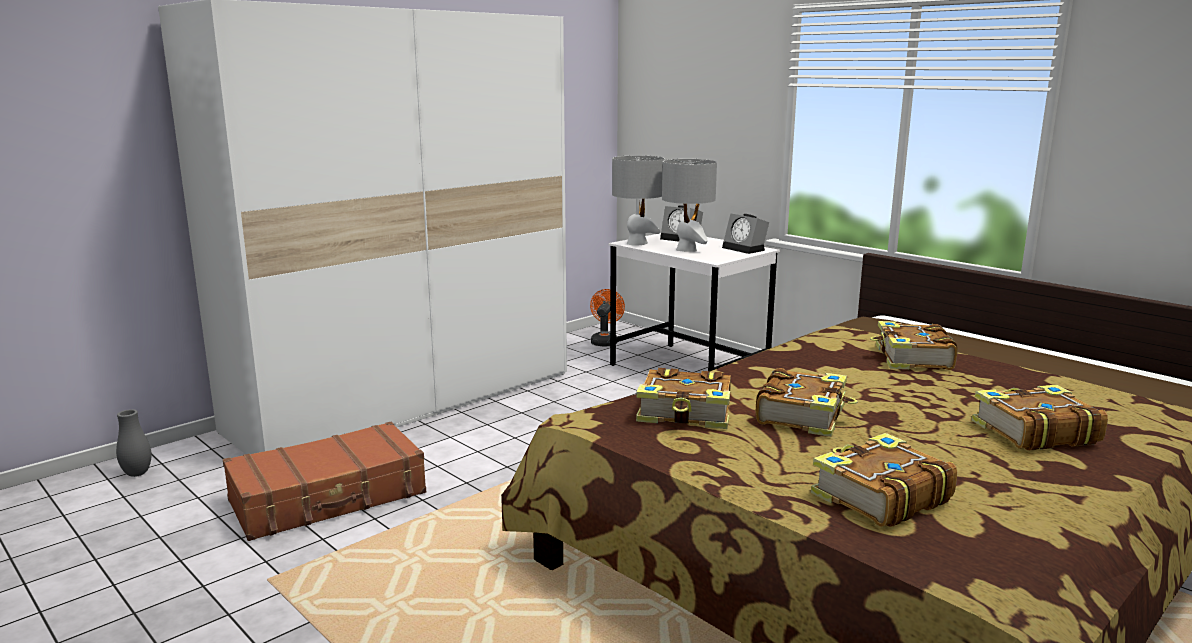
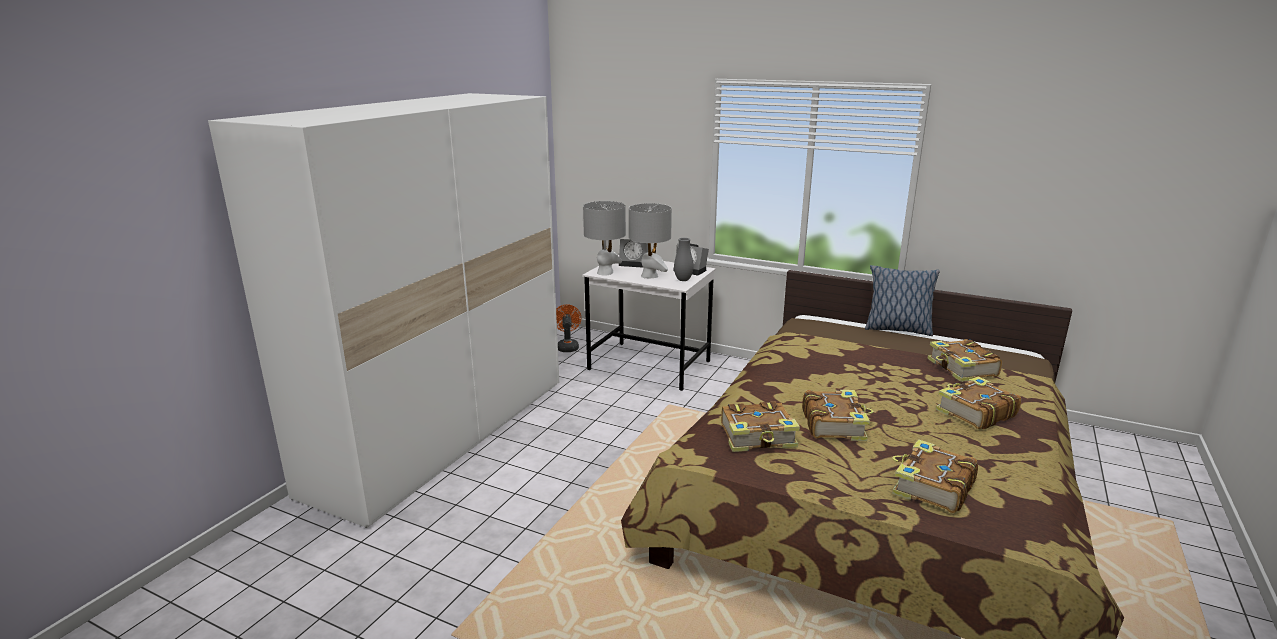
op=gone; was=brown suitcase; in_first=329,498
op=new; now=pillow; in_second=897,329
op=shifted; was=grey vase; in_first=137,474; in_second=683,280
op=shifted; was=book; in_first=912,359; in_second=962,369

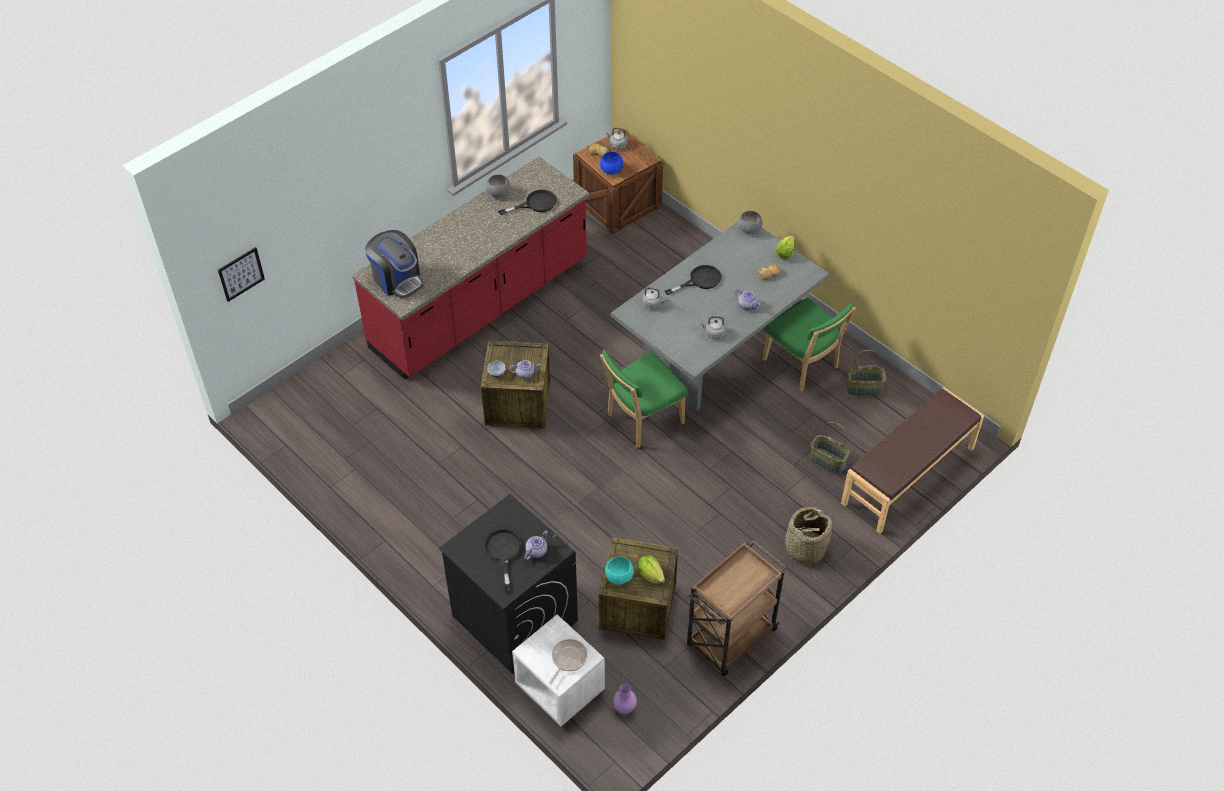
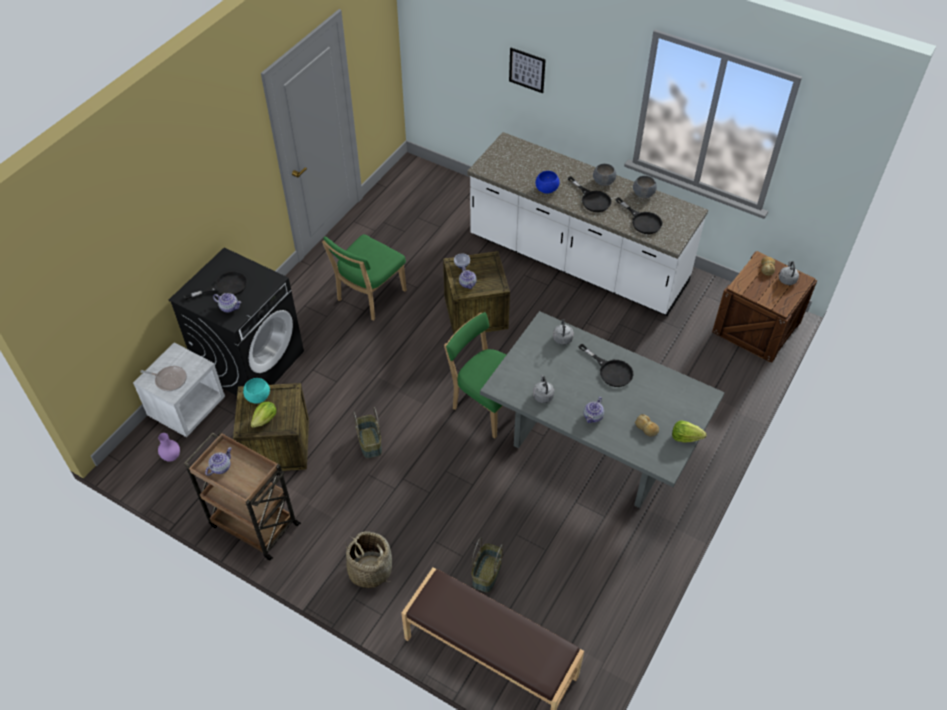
op=gone; was=coffee machine; in_first=397,279
op=new; now=teapot; in_second=221,467
op=new; now=black frying pan; in_second=592,199
op=shifted; was=picture; in_first=241,274; in_second=527,70
op=shifted; was=blue bowl; in_first=611,170; in_second=546,189
op=shifted; was=grey bowl; in_first=749,229; in_second=604,181
op=shifted; was=green chair; in_first=803,365; in_second=369,297
op=shifted; was=basket; in_first=864,387; in_second=370,443
op=repainted; was=red counter; now=white counter; in_first=481,306; in_second=577,261

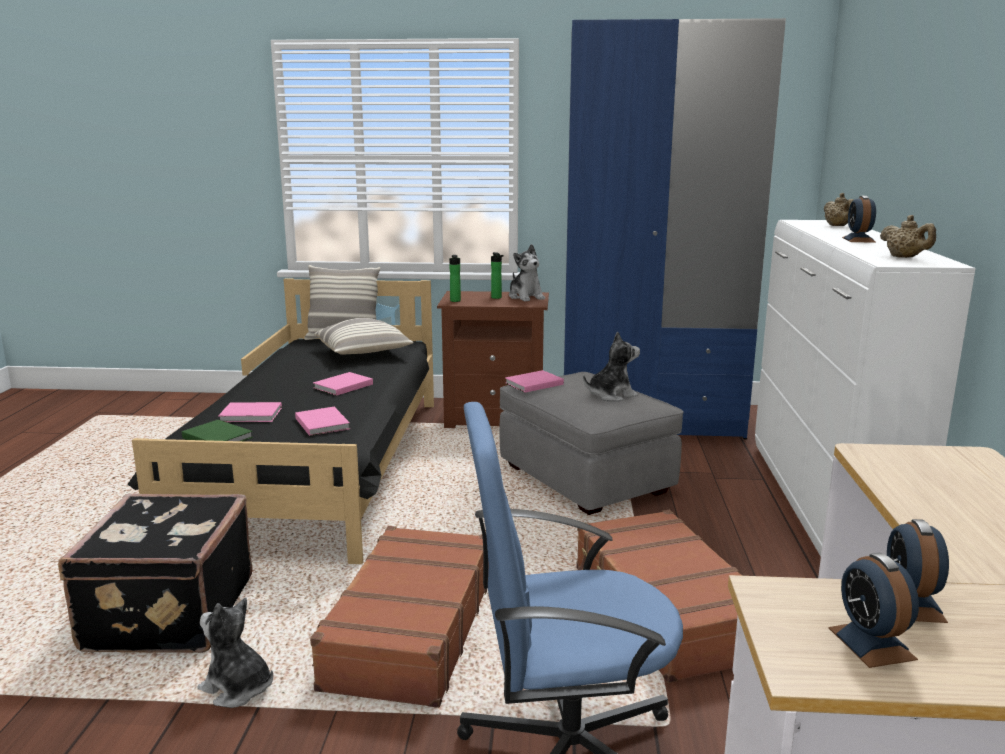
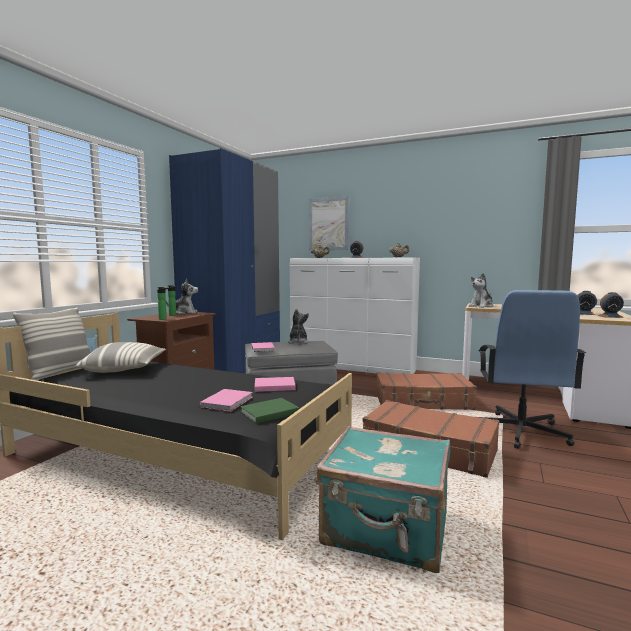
op=gone; was=pink book; in_first=341,386
op=new; now=picture; in_second=328,224
op=shifted; was=plush toy; in_first=237,688; in_second=481,306
op=repainted; was=black suitcase; now=turquoise suitcase; in_first=167,614; in_second=387,530

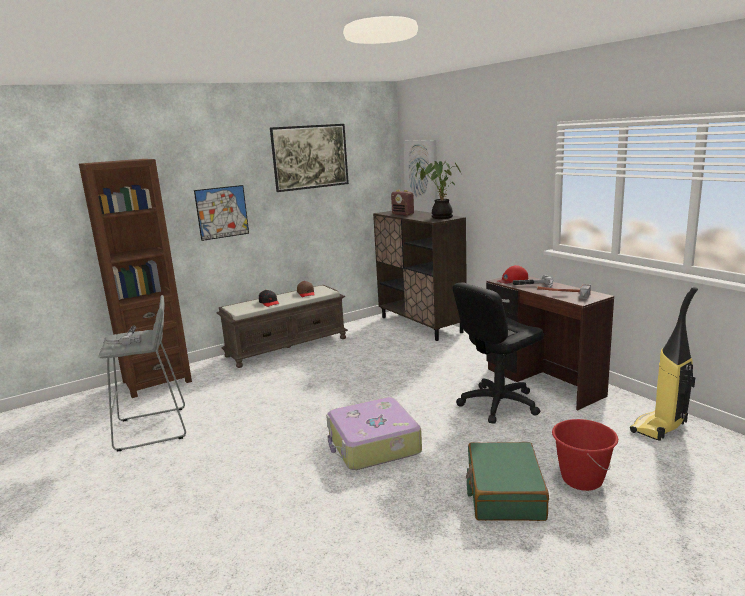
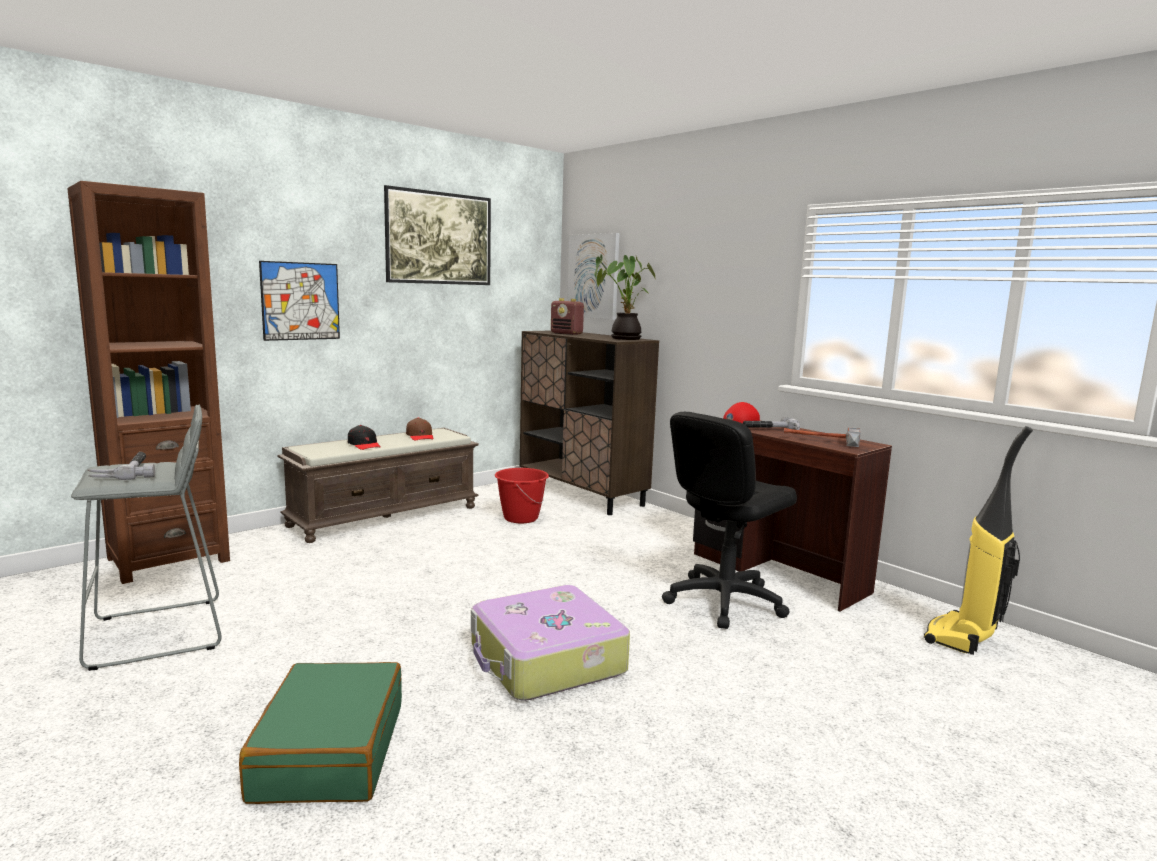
op=shifted; was=green suitcase; in_first=504,492; in_second=329,751
op=shifted; was=red bucket; in_first=581,479; in_second=520,518

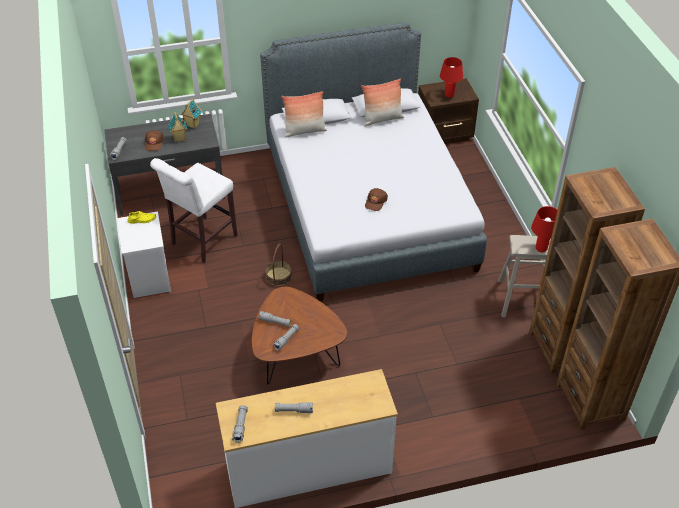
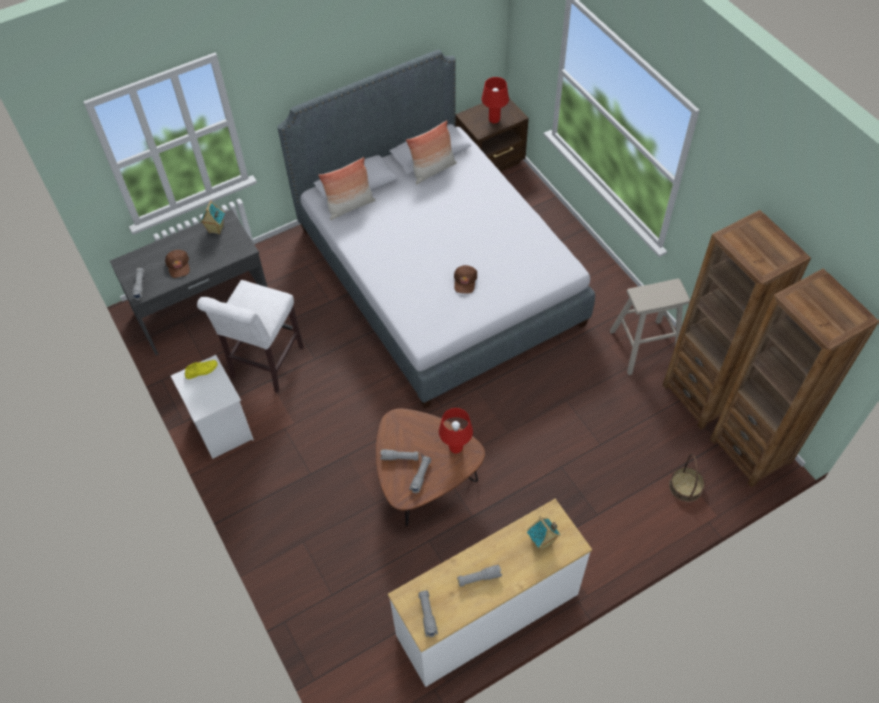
op=shifted; was=toy house; in_first=179,138; in_second=541,543
op=shifted; was=basket; in_first=278,276; in_second=685,487
op=shifted; was=red table lamp; in_first=541,249; in_second=456,448

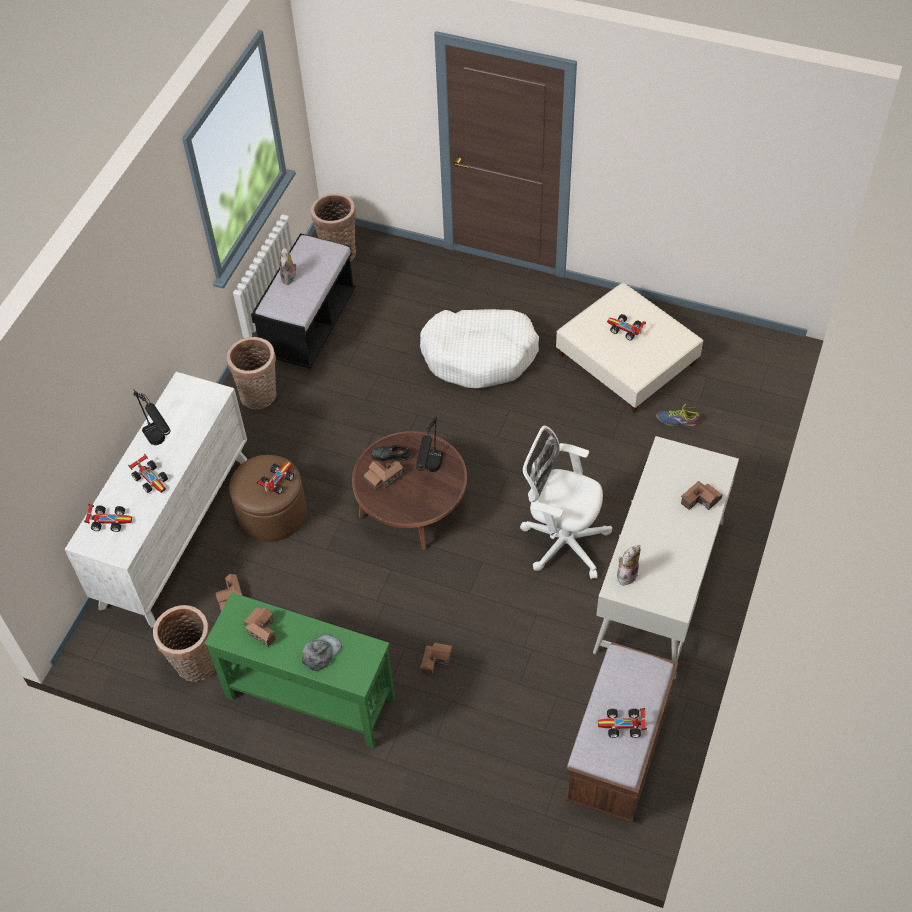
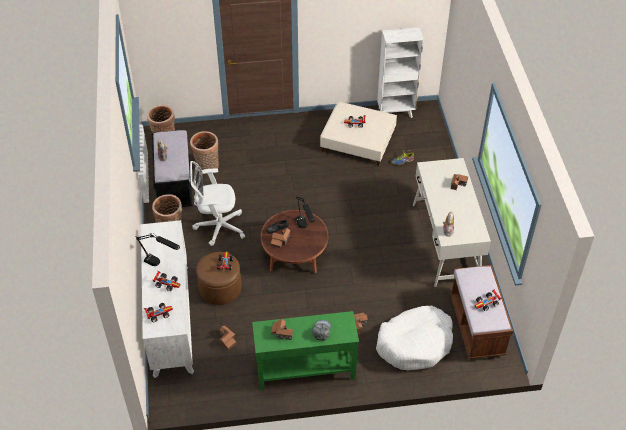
op=new; now=white bookcase; in_second=396,112
op=shifted; was=basket; in_first=194,665; in_second=207,168
op=shifted; was=white dog bed; in_first=479,355; in_second=415,343
op=shifted; was=white office chair; in_first=561,541; in_second=217,227

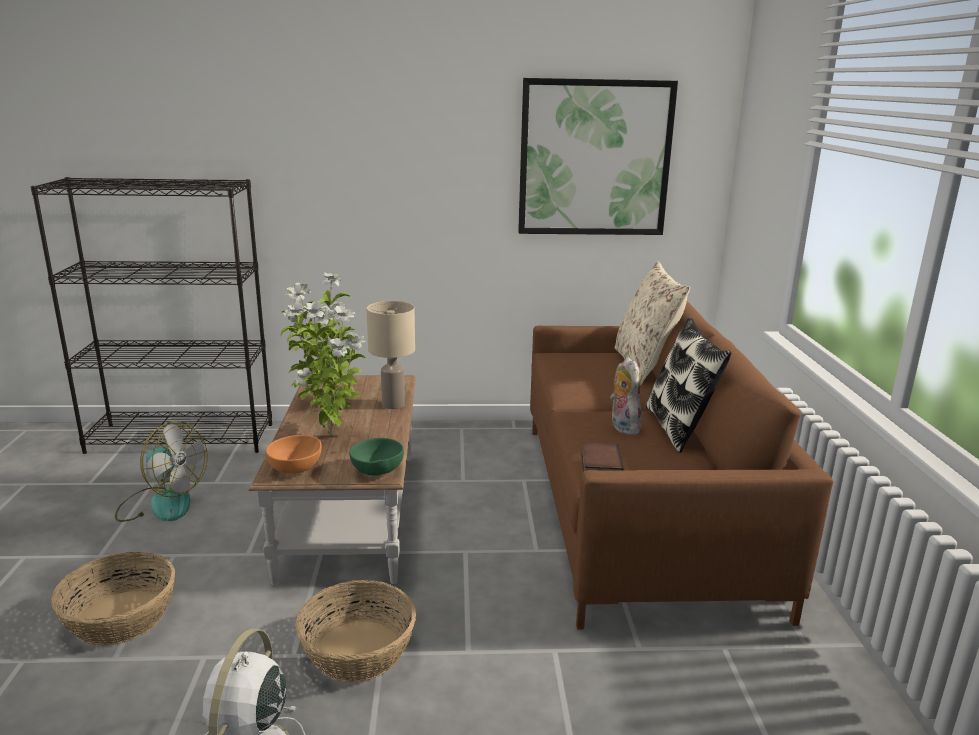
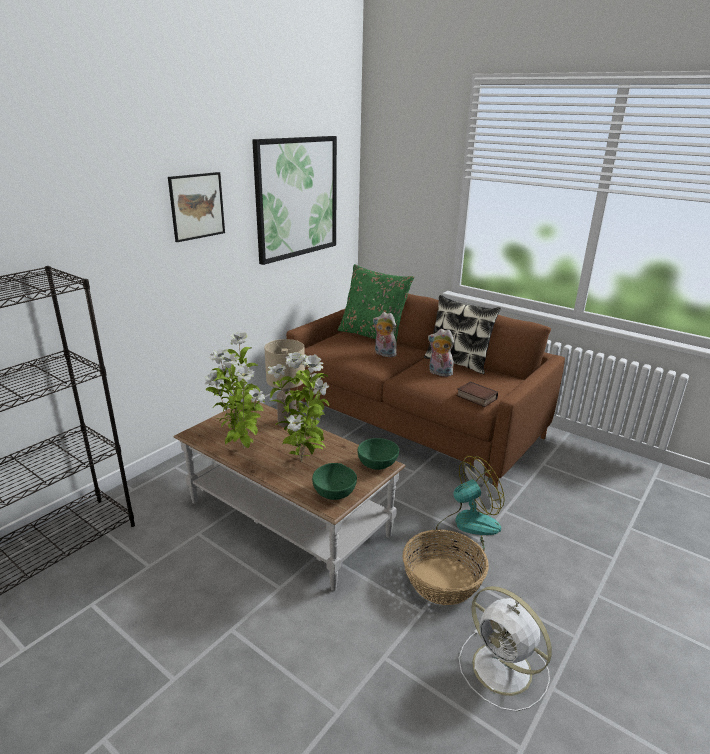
op=gone; was=basket; in_first=120,618
op=new; now=picture; in_second=197,206
op=new; now=plush toy; in_second=384,354
op=shifted; was=fan; in_first=162,503; in_second=467,527
op=repainted; was=orange bowl; now=green bowl; in_first=297,469; in_second=335,493
op=repainted; was=beige pillow; now=green pillow; in_first=644,366; in_second=373,335

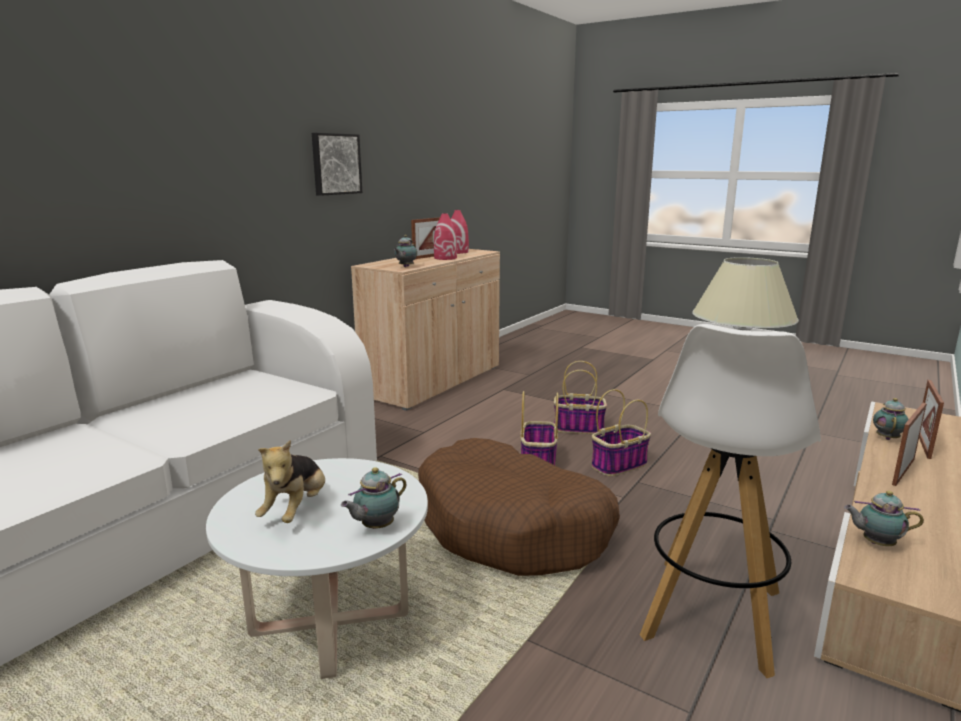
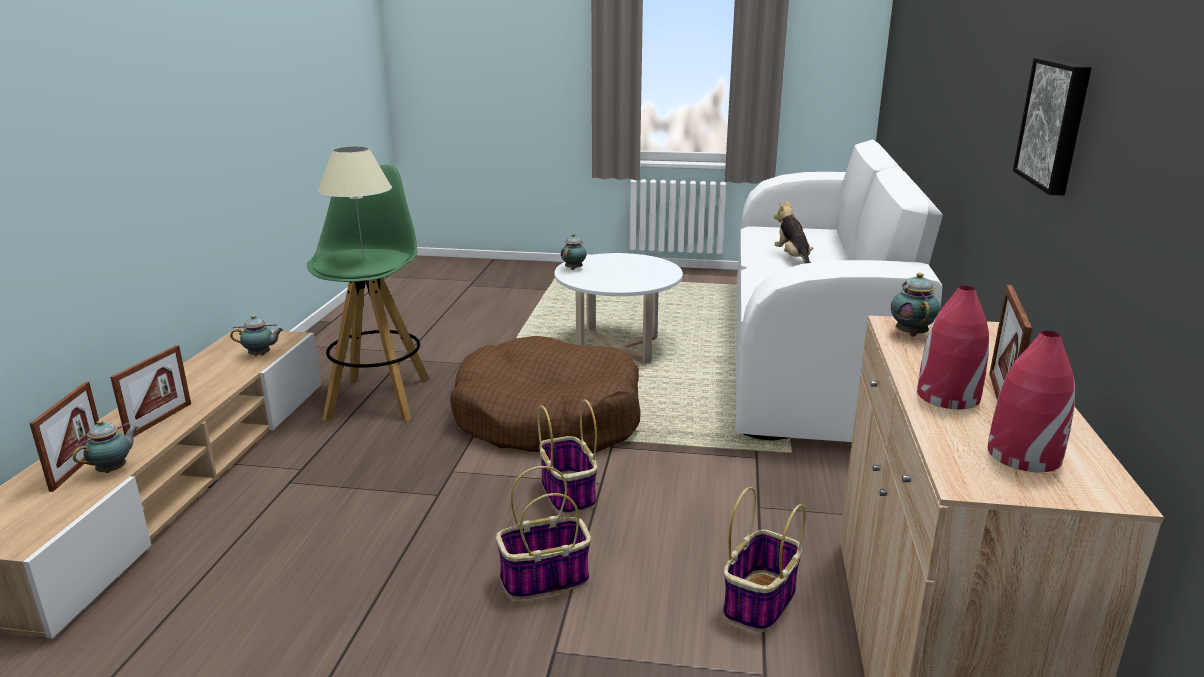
op=shifted; was=plush toy; in_first=296,510; in_second=793,259
op=shifted; was=basket; in_first=619,465; in_second=759,602
op=repainted; was=white stool; now=green stool; in_first=711,615; in_second=379,397
op=rotated; was=teapot; in_first=887,438; in_second=114,469; clockwise=-150

